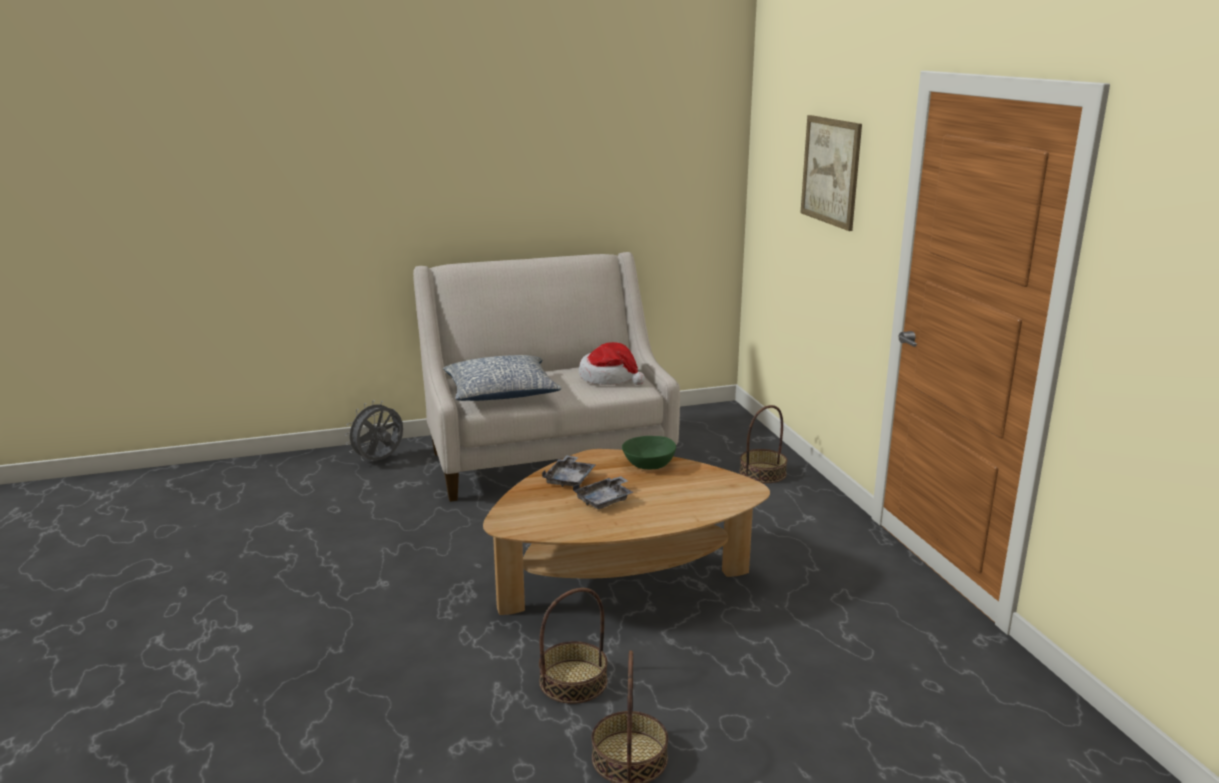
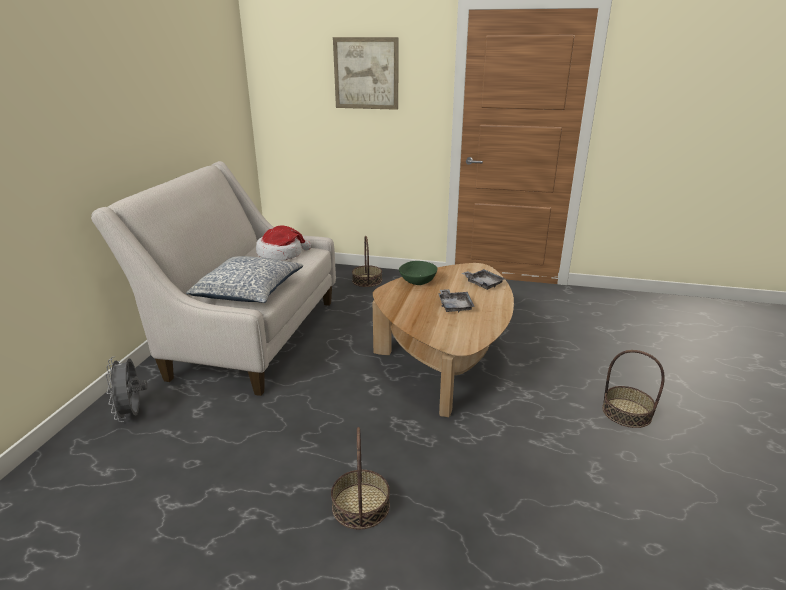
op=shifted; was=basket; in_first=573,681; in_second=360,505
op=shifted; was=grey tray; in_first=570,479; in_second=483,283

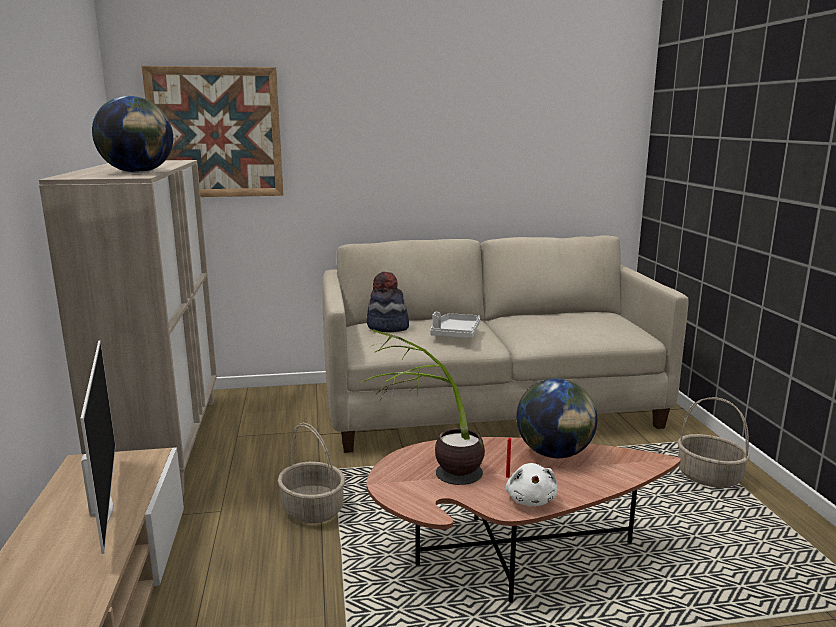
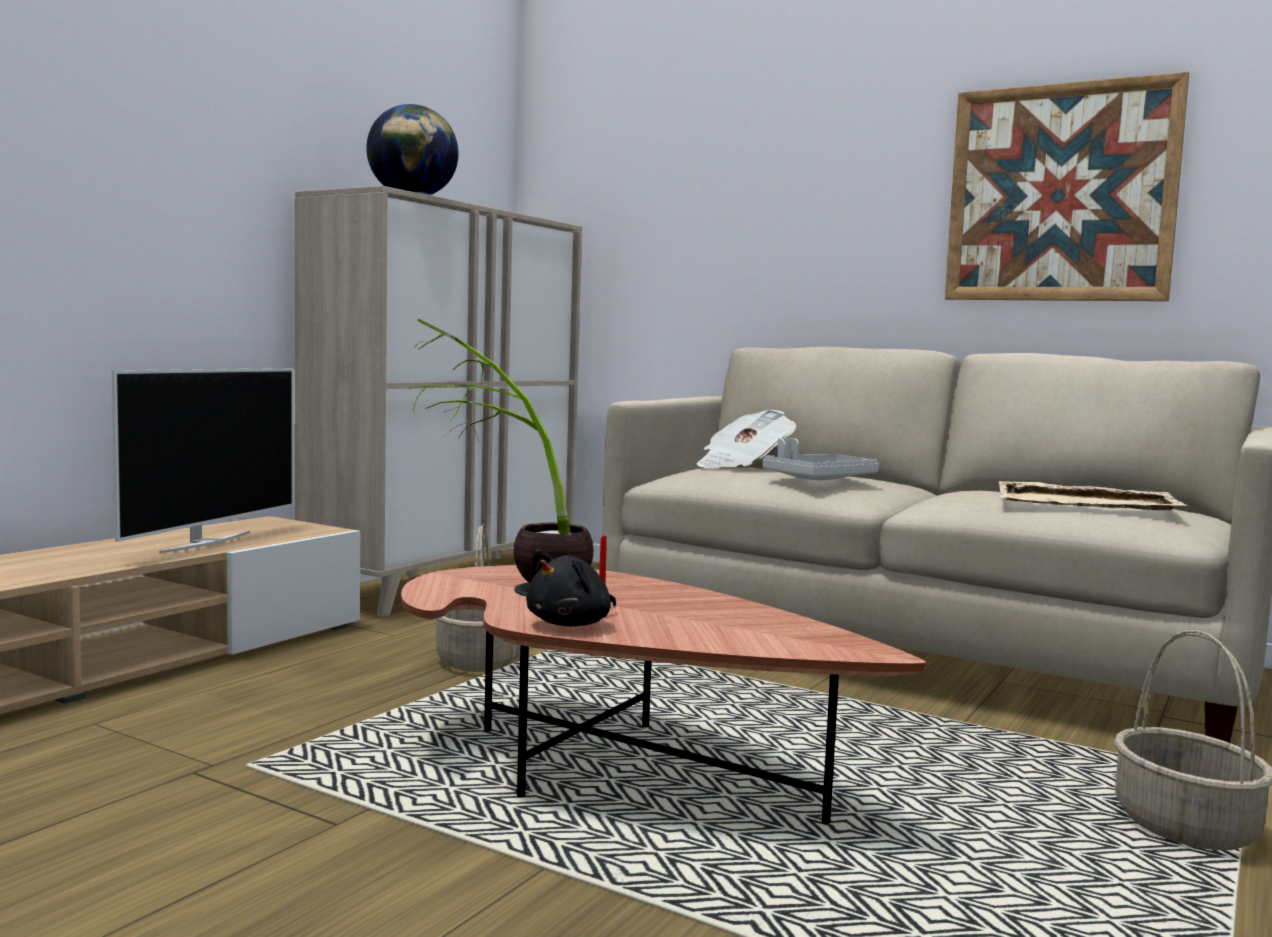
op=gone; was=globe; in_first=554,453
op=new; now=beige tray; in_second=1087,503
op=shifted; was=picture; in_first=215,133; in_second=1060,193
op=swapped; was=hat; now=newspaper; in_first=387,327; in_second=742,466
op=repainted; was=white plush toy; now=black plush toy; in_first=531,499; in_second=572,624

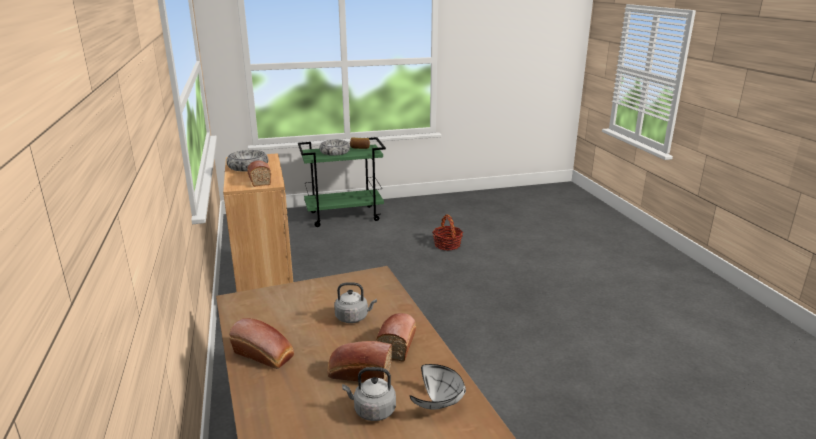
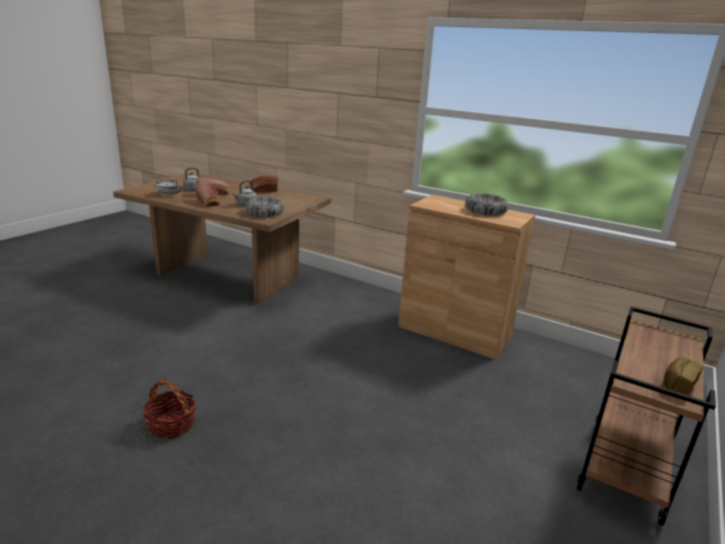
op=gone; was=bread; in_first=259,180
op=shifted; was=bowl; in_first=335,152; in_second=264,212
op=shifted; was=basket; in_first=447,245; in_second=171,424
op=repainted; was=green cart; now=brown cart; in_first=345,216; in_second=626,470

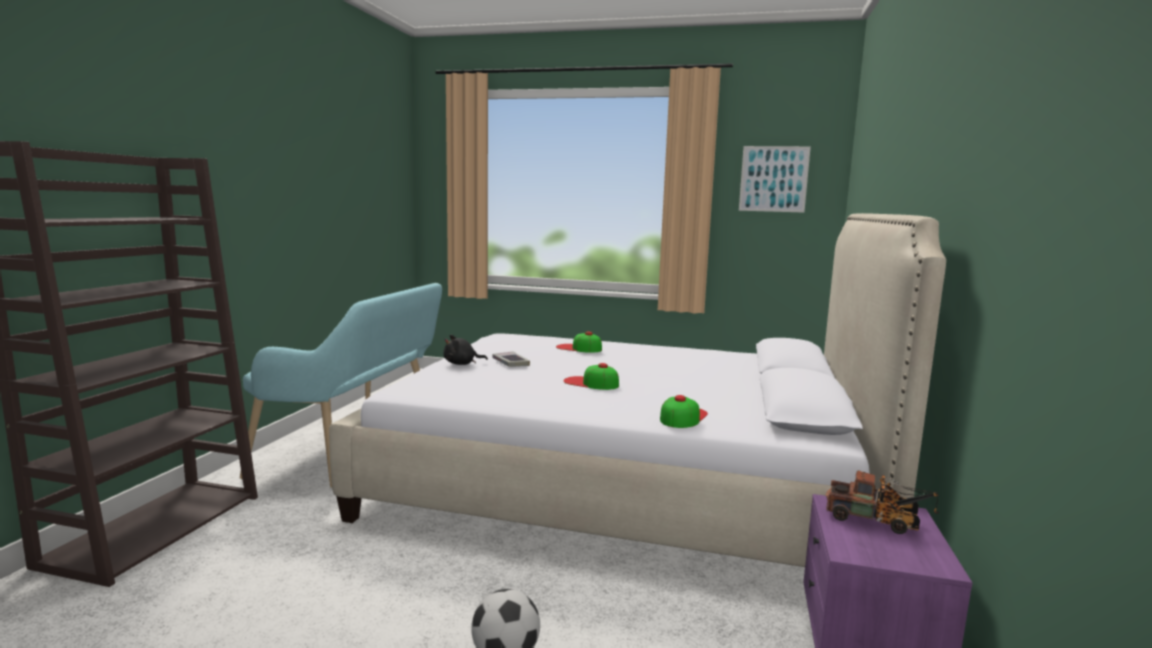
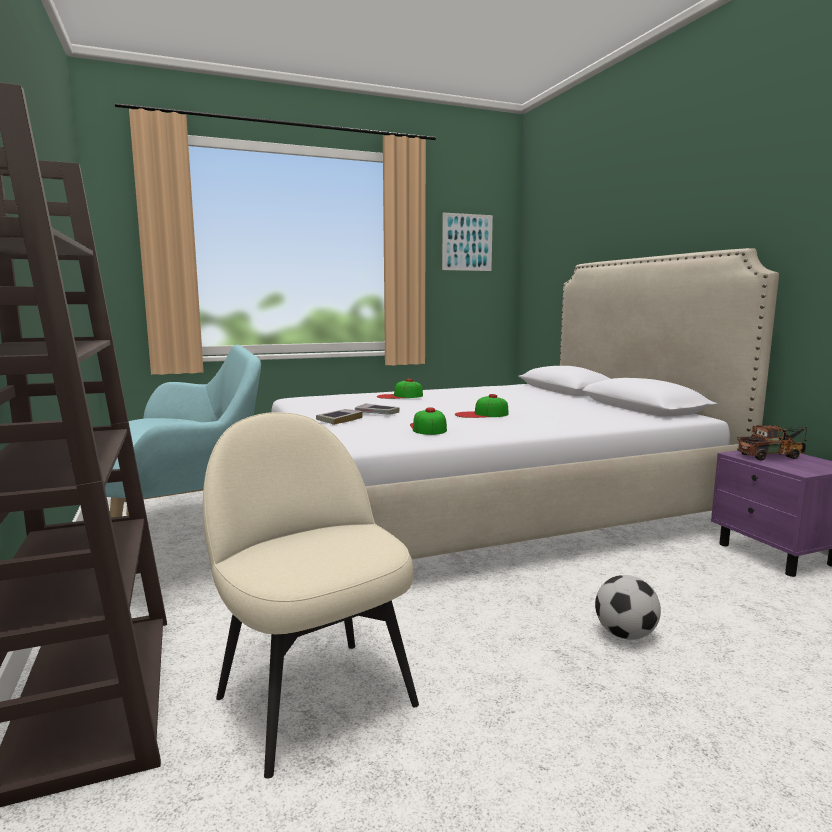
op=new; now=beige chair; in_second=314,697
op=shifted; was=cap; in_first=683,416; in_second=428,428
op=swapped; was=black plush toy; now=book; in_first=462,364; in_second=339,420

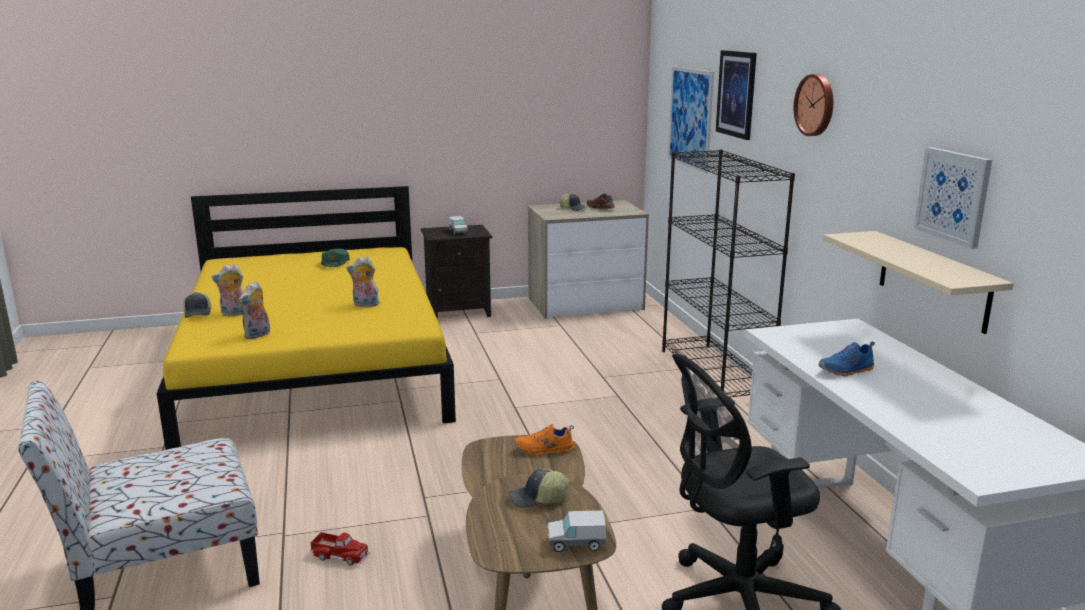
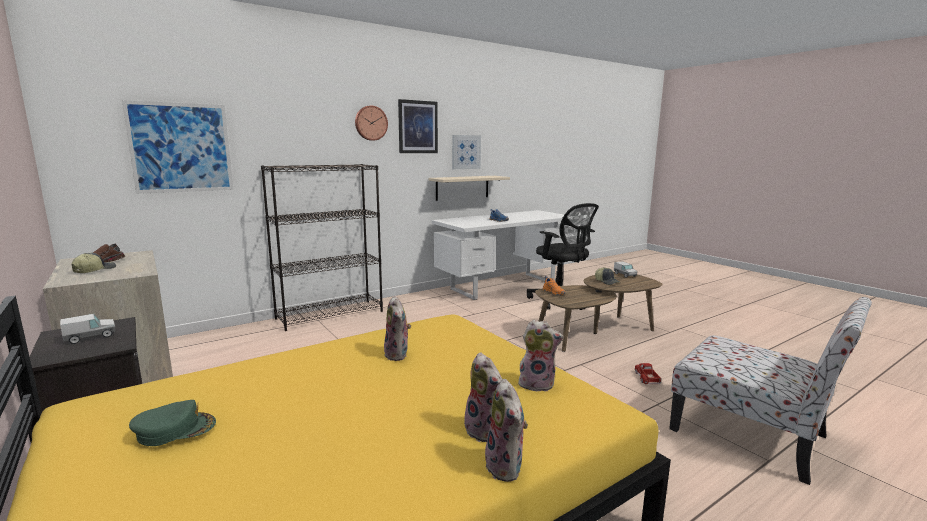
op=shifted; was=picture; in_first=736,94; in_second=418,127
op=swapped; was=cap; now=plush toy; in_first=198,313; in_second=507,467

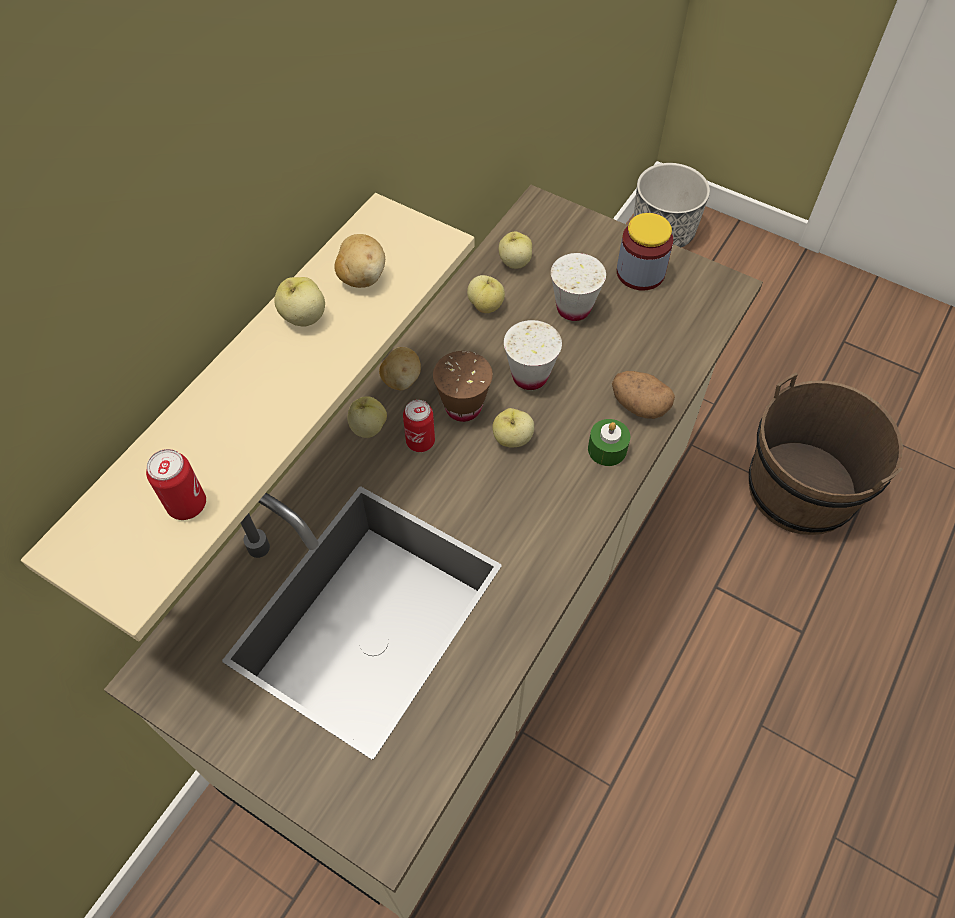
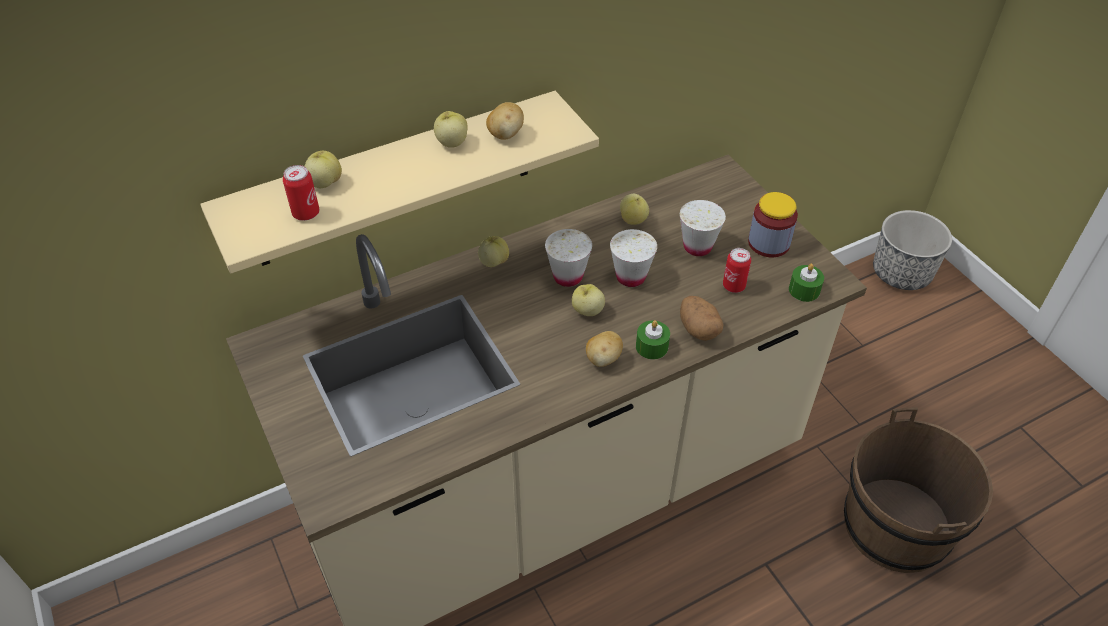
op=new; now=green candle; in_second=804,290
op=shifted; was=potato; in_first=401,380; in_second=603,359
op=shifted; was=can; in_first=420,442; in_second=733,286
op=shifted; was=apple; in_first=514,262; in_second=325,183
op=repainted; was=brown cup; now=white cup; in_first=463,407; in_second=568,276

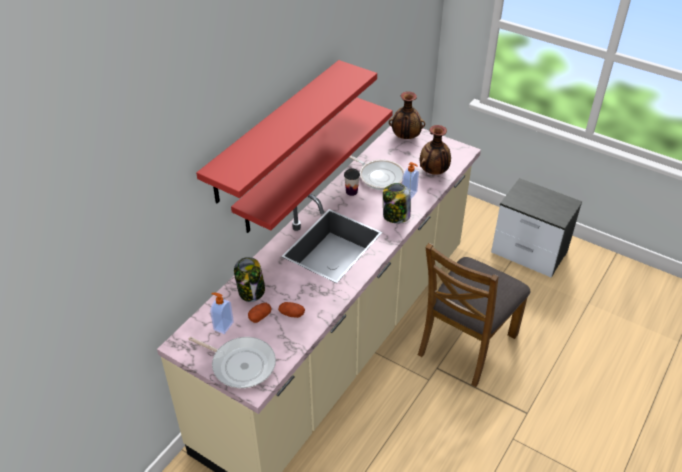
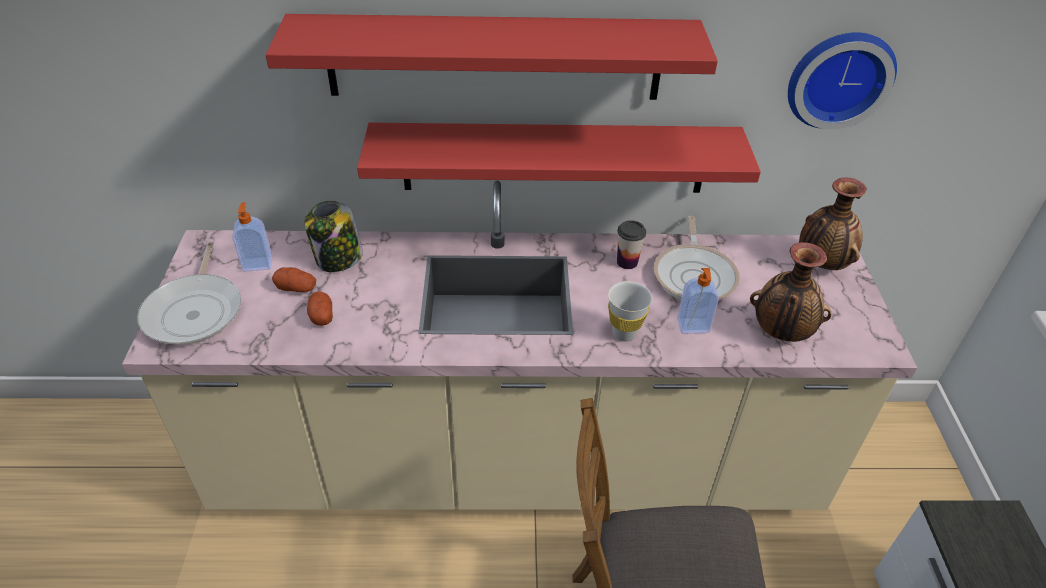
op=new; now=wall clock; in_second=838,77
op=swapped; was=jar; now=white cup; in_first=395,216; in_second=624,333

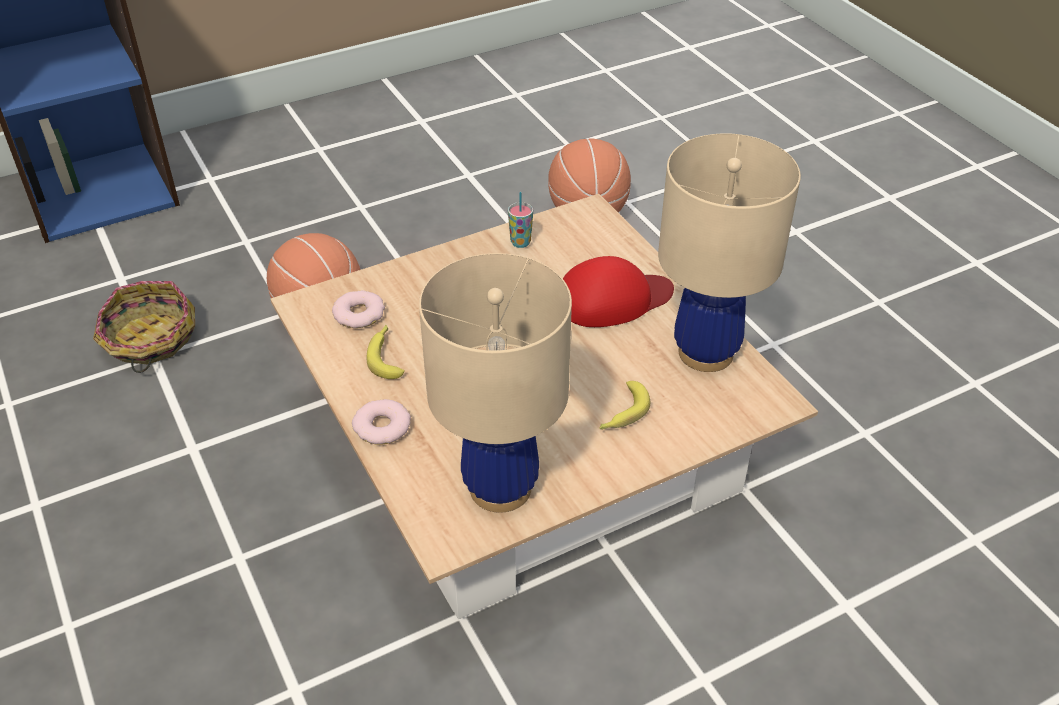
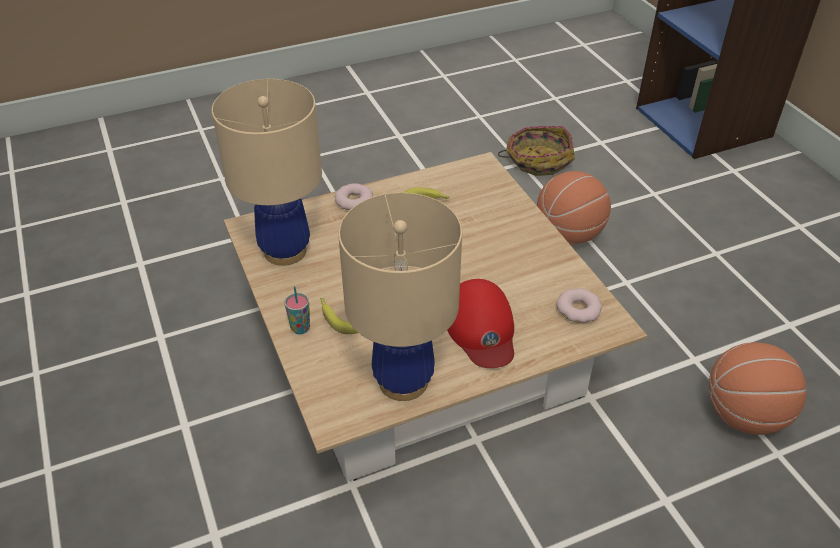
op=shifted; was=donut; in_first=359,314; in_second=578,309
op=shifted; was=cup; in_first=520,242; in_second=300,328

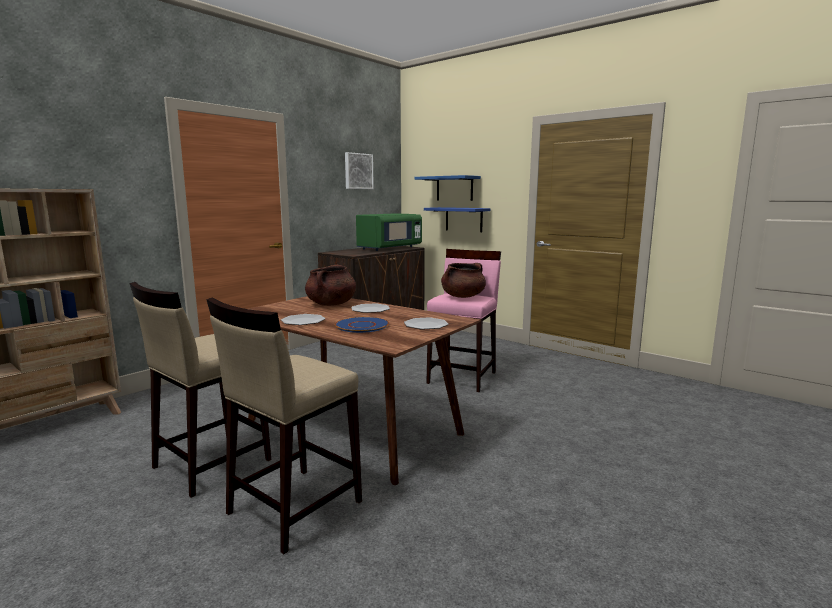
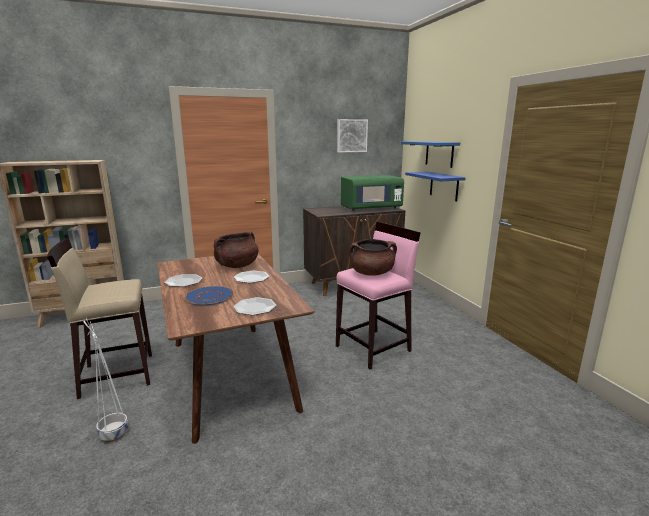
op=swapped; was=beige stool; now=white planter; in_first=293,507; in_second=113,433

